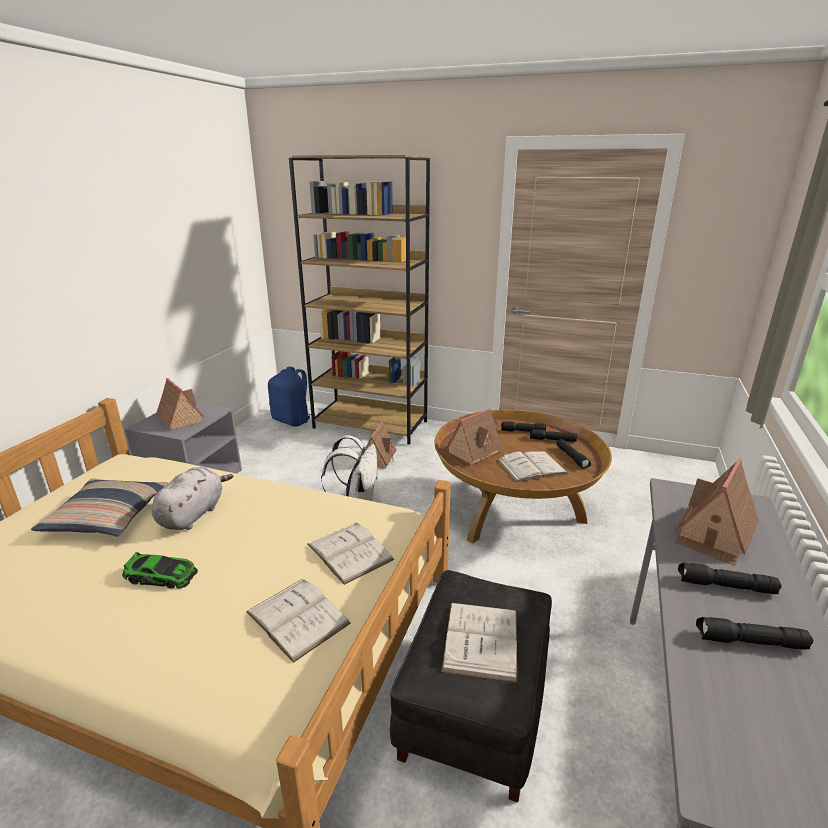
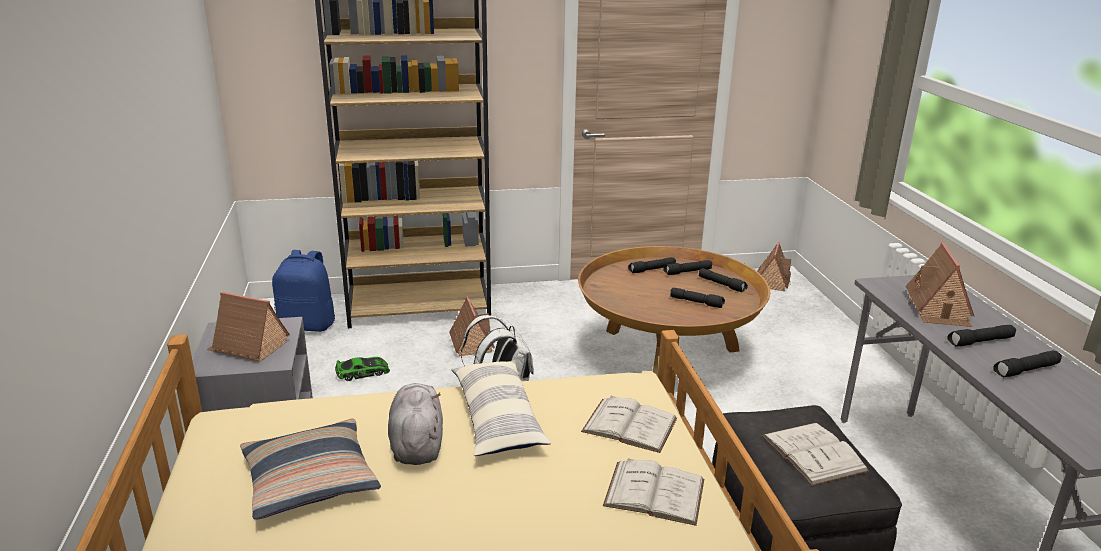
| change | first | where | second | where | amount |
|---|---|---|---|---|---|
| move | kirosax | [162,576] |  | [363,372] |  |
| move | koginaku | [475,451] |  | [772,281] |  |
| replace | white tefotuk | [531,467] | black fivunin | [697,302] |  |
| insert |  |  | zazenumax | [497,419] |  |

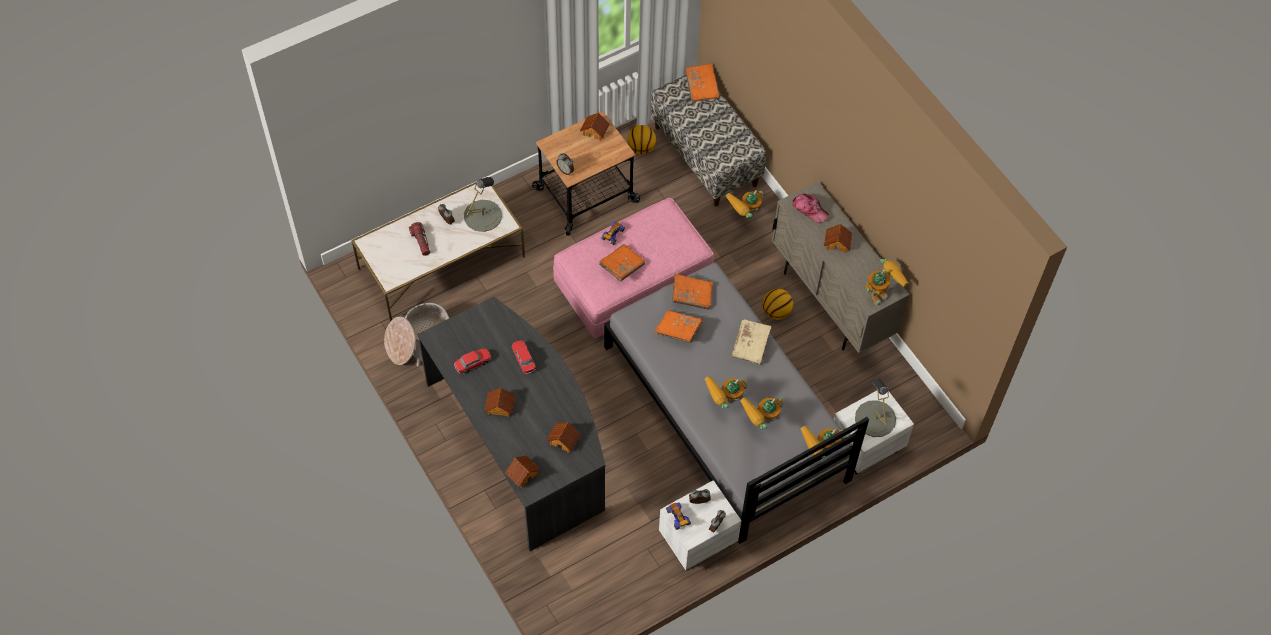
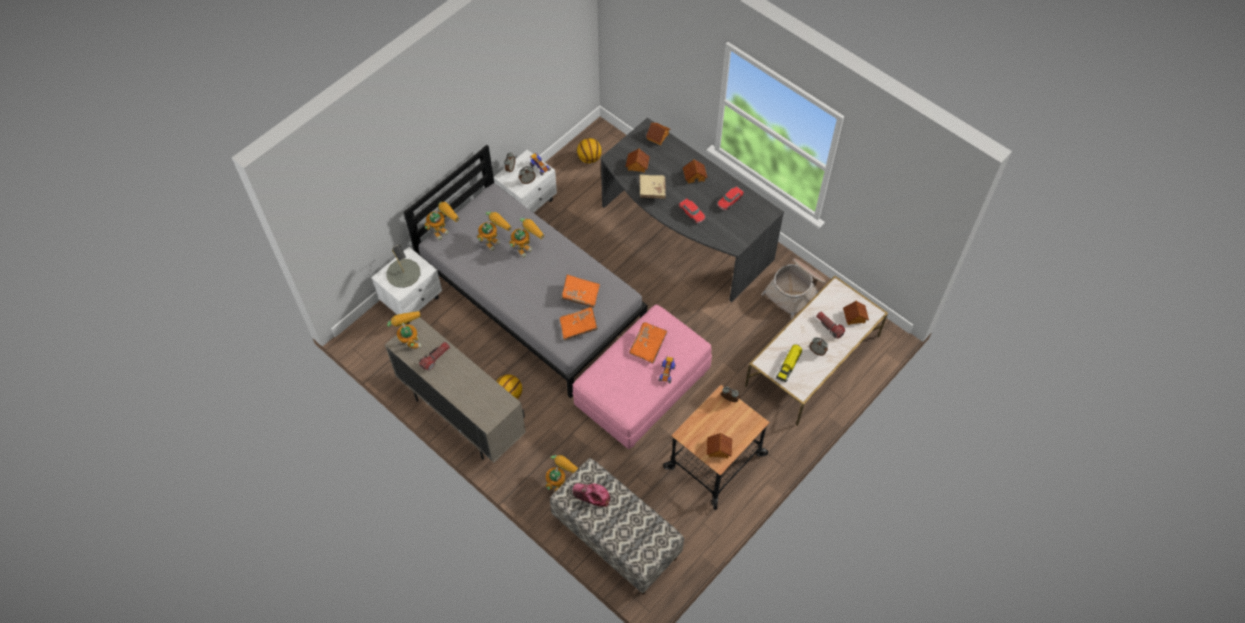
| change | first | where | second | where | amount |
|---|---|---|---|---|---|
| replace | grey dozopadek | [482,215] | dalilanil | [789,365] |  |
| move | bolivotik | [641,148] |  | [589,158] |  |
| delete | orange tefotuk | [702,87] |  |  |  |
| move | beige tefotuk | [751,345] |  | [652,190] |  |
| move | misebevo | [809,209] |  | [591,495] |  |
| move | koginaku | [837,242] |  | [854,317] |  |
| rotate | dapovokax | [881,292] |  | [409,340] | 120 degrees clockwise |
| insert |  |  | fivunin | [435,358] |  |

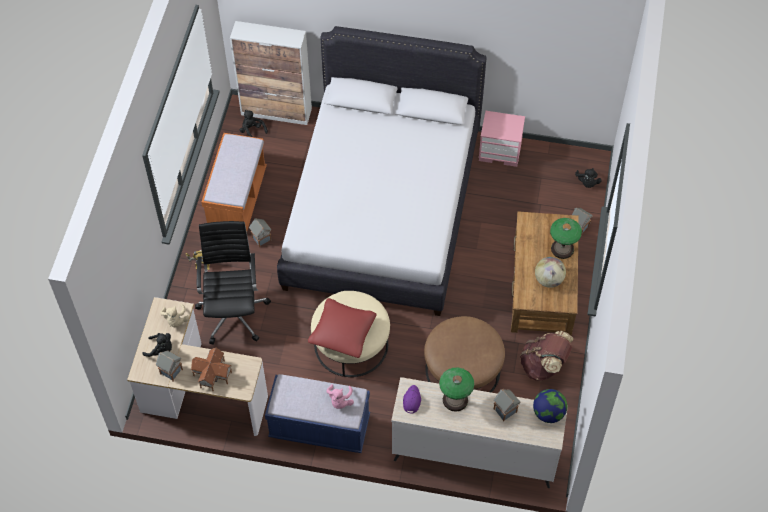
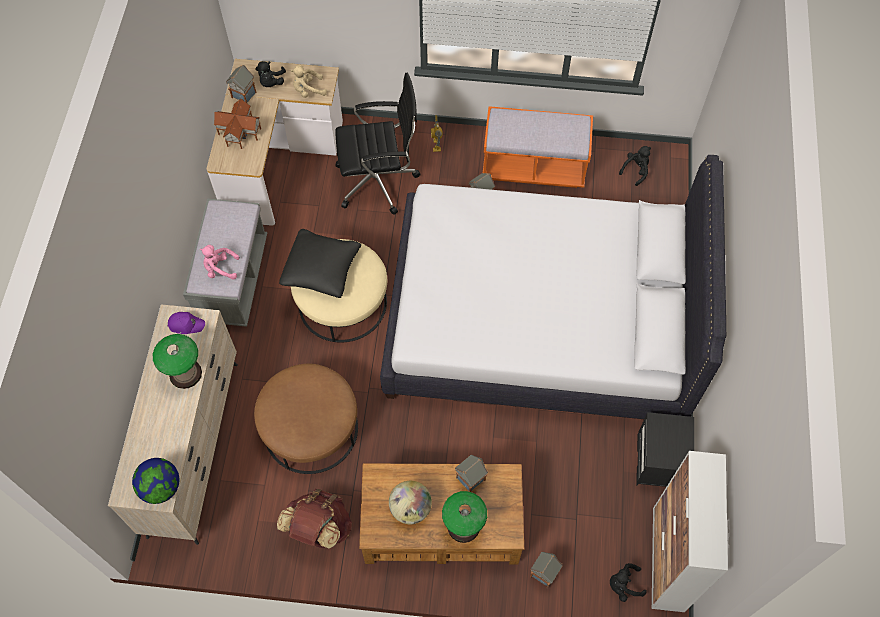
| change | first | where | second | where | amount |
|---|---|---|---|---|---|
| move | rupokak | [276,112] |  | [668,559] |  |
| recolor | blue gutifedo | [319,427] | grey gutifedo | [233,280] |  |
| recolor | red zazenumax | [343,332] | black zazenumax | [321,269] |  |
| recolor | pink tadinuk | [500,151] | black tadinuk | [659,462] |  |
| move | koginaku | [505,411] |  | [470,479] |  |

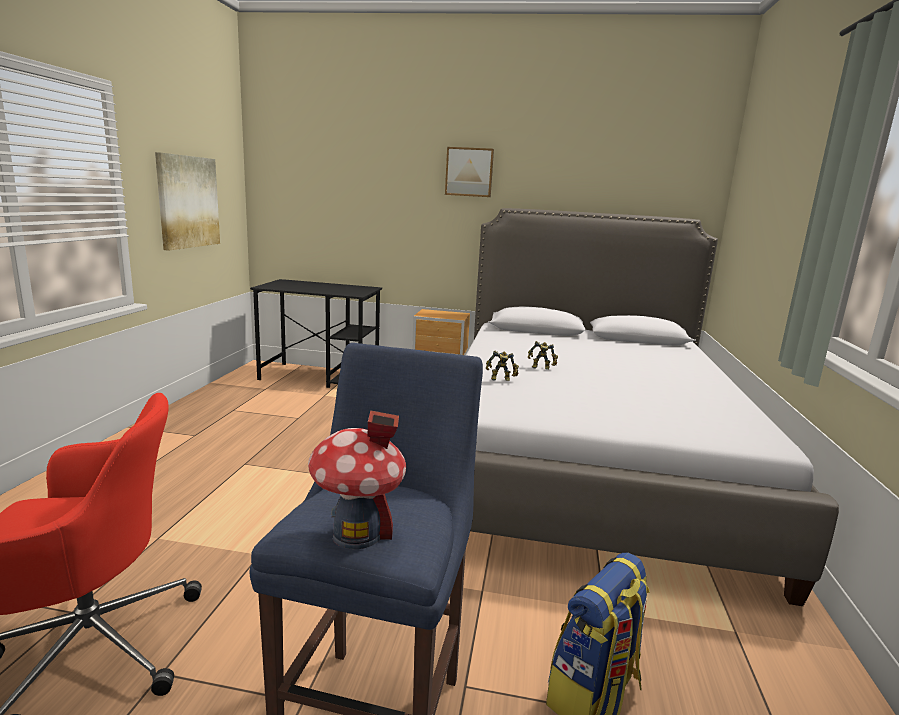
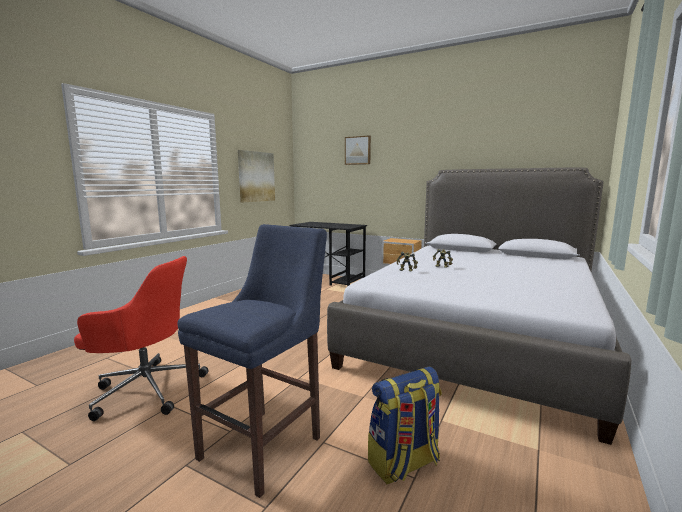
| change | first | where | second | where | amount |
|---|---|---|---|---|---|
| delete | koginaku | [357,534] |  |  |  |
| move | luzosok | [469,172] |  | [358,150] |  |

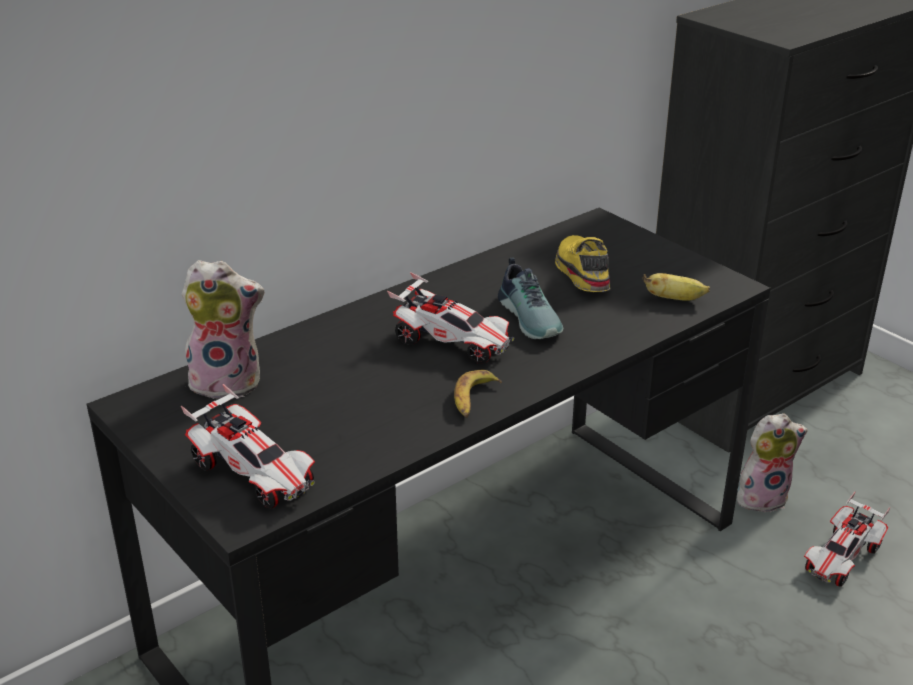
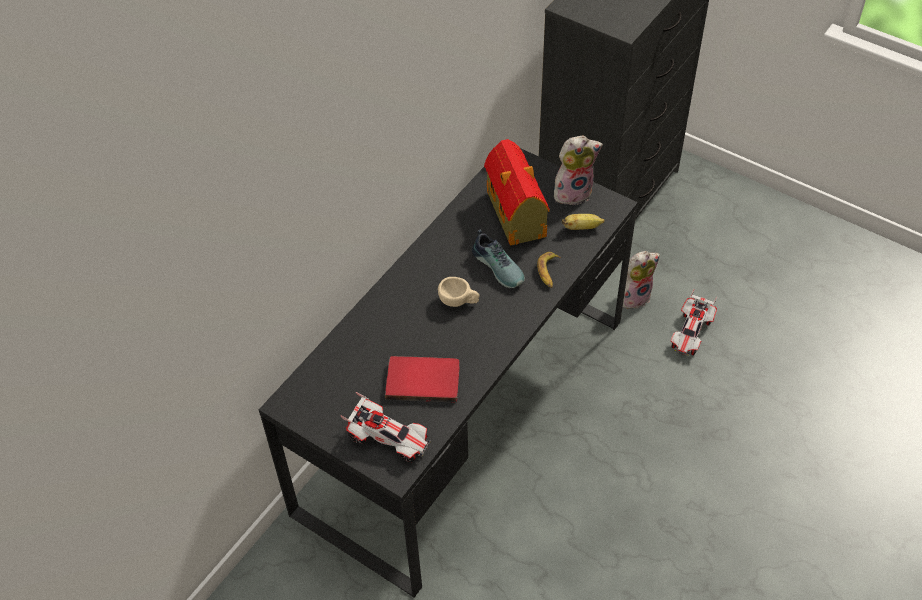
| change | first | where | second | where | amount |
|---|---|---|---|---|---|
| move | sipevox | [228,382] |  | [573,192] |  |
| replace | kirosax | [452,342] | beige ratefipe | [459,301] |  |
| move | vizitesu | [474,399] |  | [548,272] |  |
| replace | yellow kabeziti | [581,273] | koginaku | [516,215] |  |
| insert |  |  | red tefotuk | [423,379] |  |

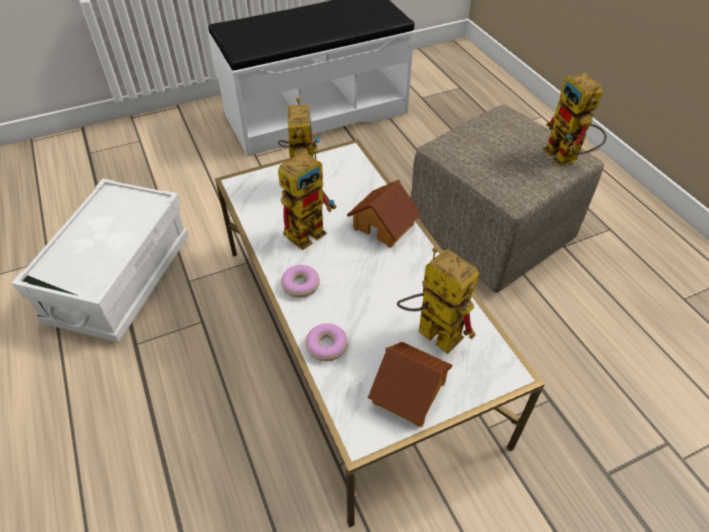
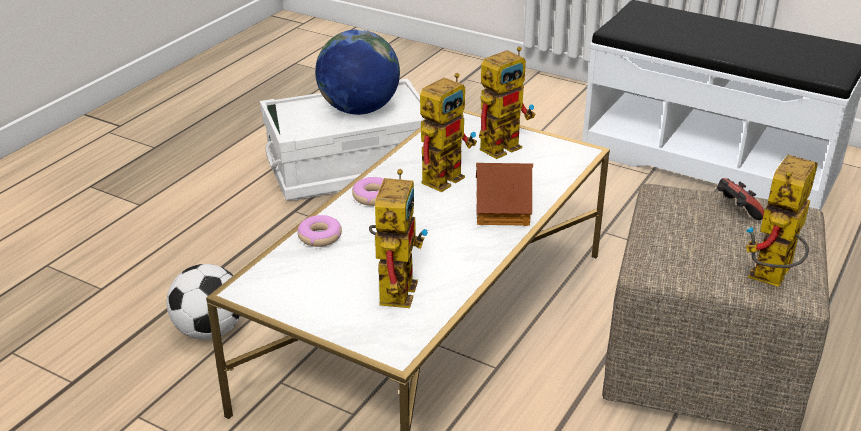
| change | first | where | second | where | amount |
|---|---|---|---|---|---|
| rotate | dapovokax | [310,229] |  | [445,175] | 60 degrees counterclockwise |
| delete | koginaku | [410,392] |  |  |  |
| insert |  |  | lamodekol | [210,330] |  |
| insert |  |  | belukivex | [359,110] |  |
| insert |  |  | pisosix | [736,211] |  |

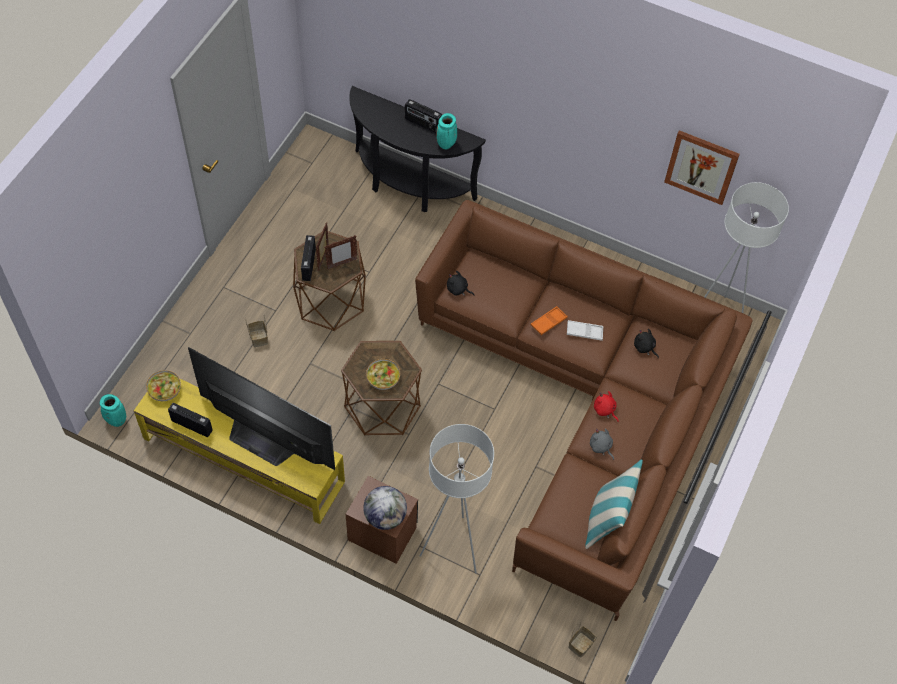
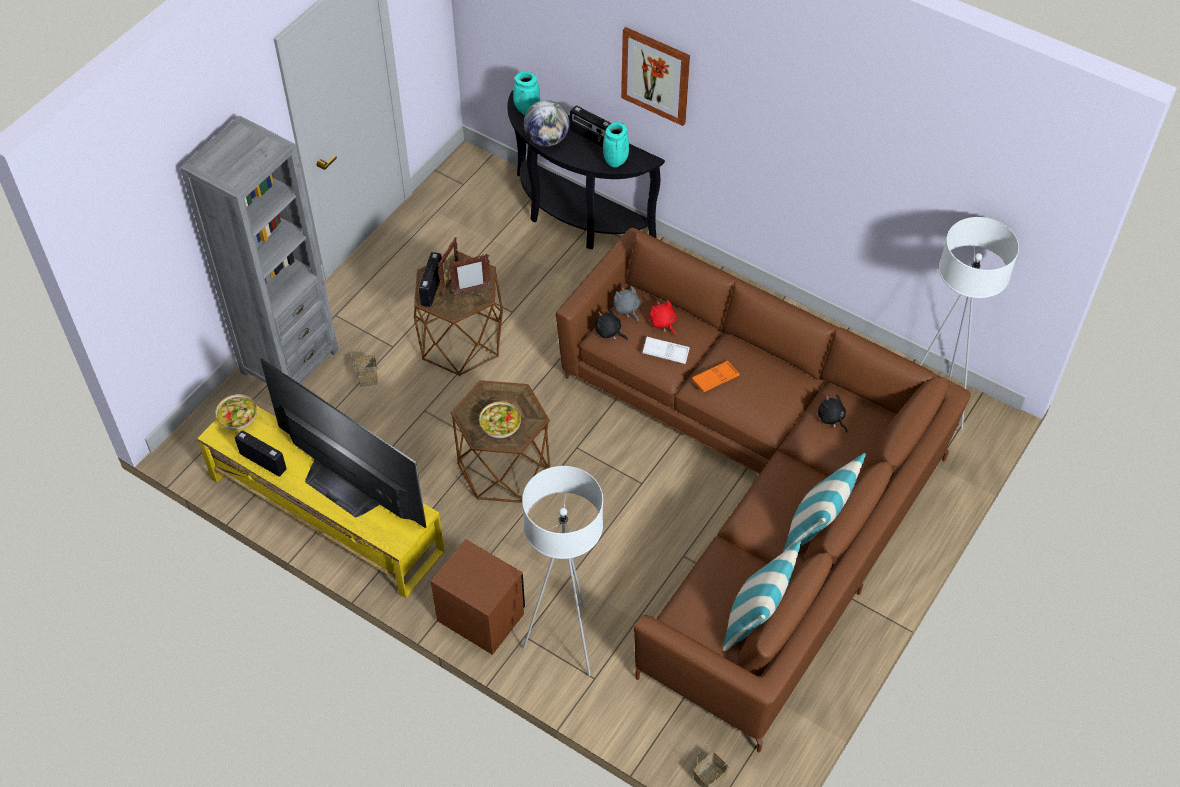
| change | first | where | second | where | amount |
|---|---|---|---|---|---|
| move | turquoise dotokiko | [116,420] |  | [526,110] |  |
| move | belukivex | [385,516] |  | [547,139] |  |
| move | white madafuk | [584,332] |  | [665,352] |  |
| move | grey sipevox | [601,447] |  | [627,309] |  |
| move | red sipevox | [605,410] |  | [663,323] |  |
| move | luzosok | [701,166] |  | [656,75] |  |
| insert |  |  | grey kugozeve | [289,361] |  |
| insert |  |  | zazenumax | [817,527] |  |

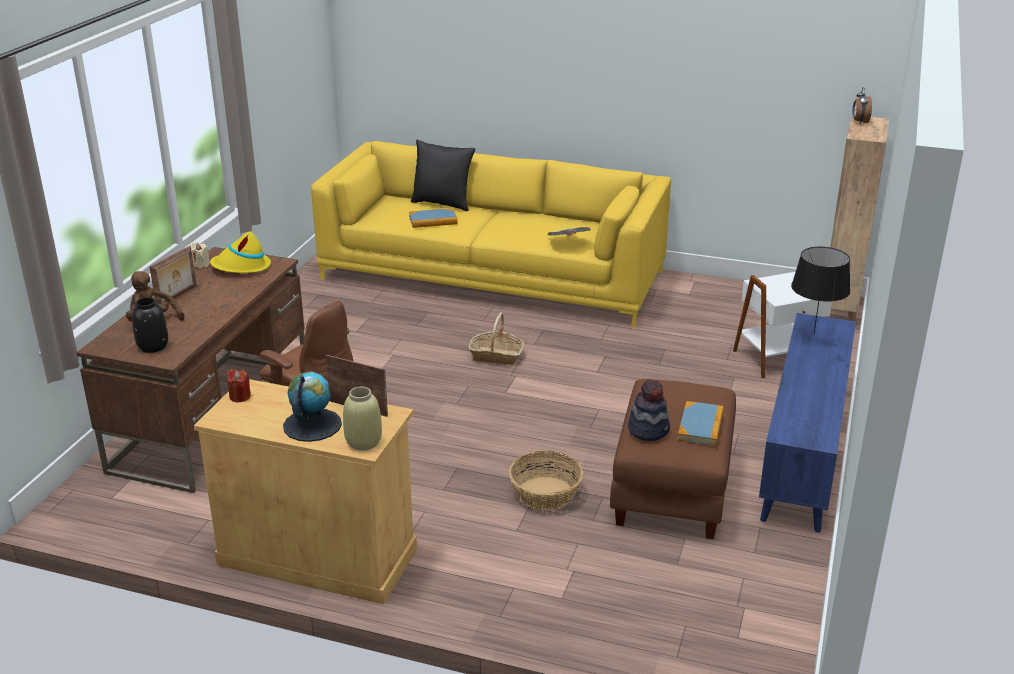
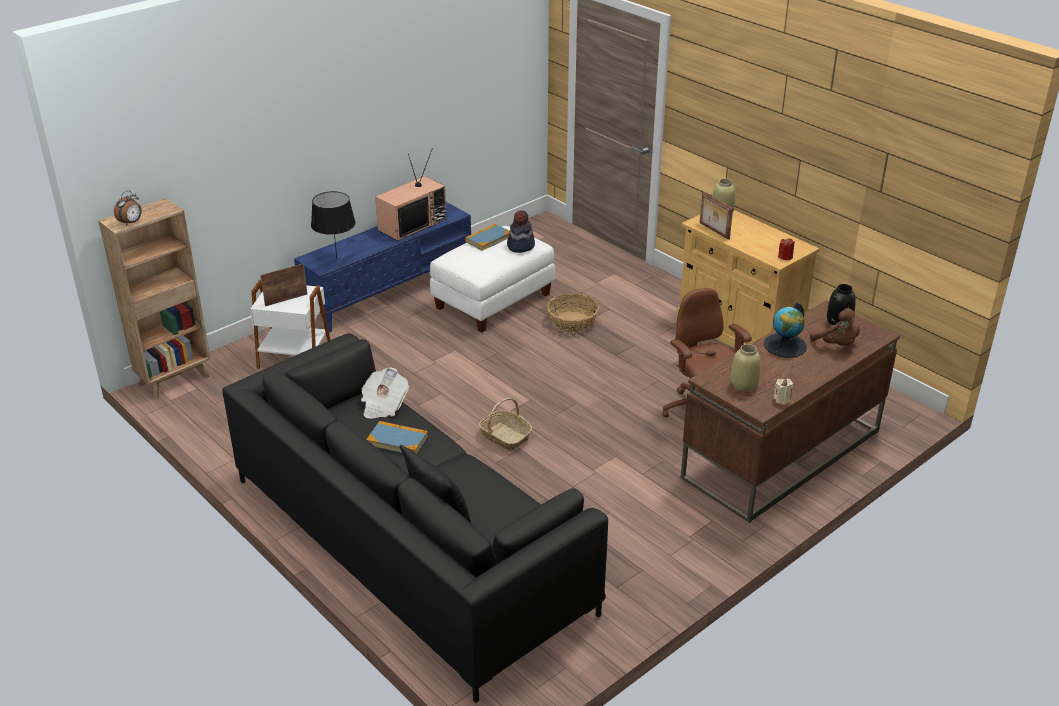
| change | first | where | second | where | amount |
|---|---|---|---|---|---|
| move | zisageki | [177,296] |  | [286,299] |  |
| replace | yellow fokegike | [241,267] | beige dotokiko | [744,385] |  |
| move | belukivex | [312,425] |  | [785,345] |  |
| recolor | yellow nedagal | [492,275] | black nedagal | [409,543] |  |
| move | tefotuk | [433,220] |  | [397,440] |  |
| recolor | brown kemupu | [673,489] | white kemupu | [493,300] |  |
| insert |  |  | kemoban | [412,224] |  |

